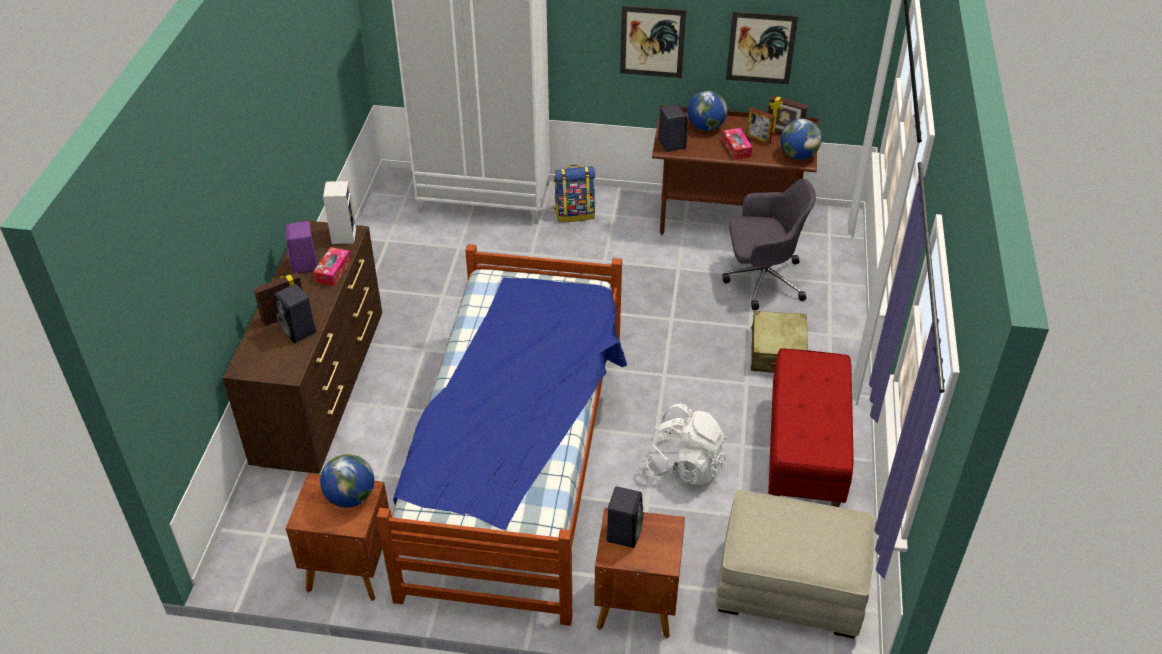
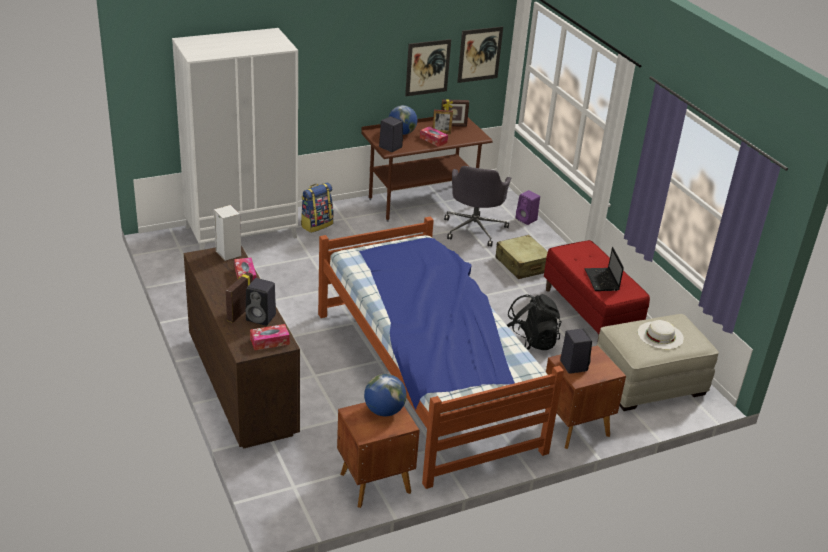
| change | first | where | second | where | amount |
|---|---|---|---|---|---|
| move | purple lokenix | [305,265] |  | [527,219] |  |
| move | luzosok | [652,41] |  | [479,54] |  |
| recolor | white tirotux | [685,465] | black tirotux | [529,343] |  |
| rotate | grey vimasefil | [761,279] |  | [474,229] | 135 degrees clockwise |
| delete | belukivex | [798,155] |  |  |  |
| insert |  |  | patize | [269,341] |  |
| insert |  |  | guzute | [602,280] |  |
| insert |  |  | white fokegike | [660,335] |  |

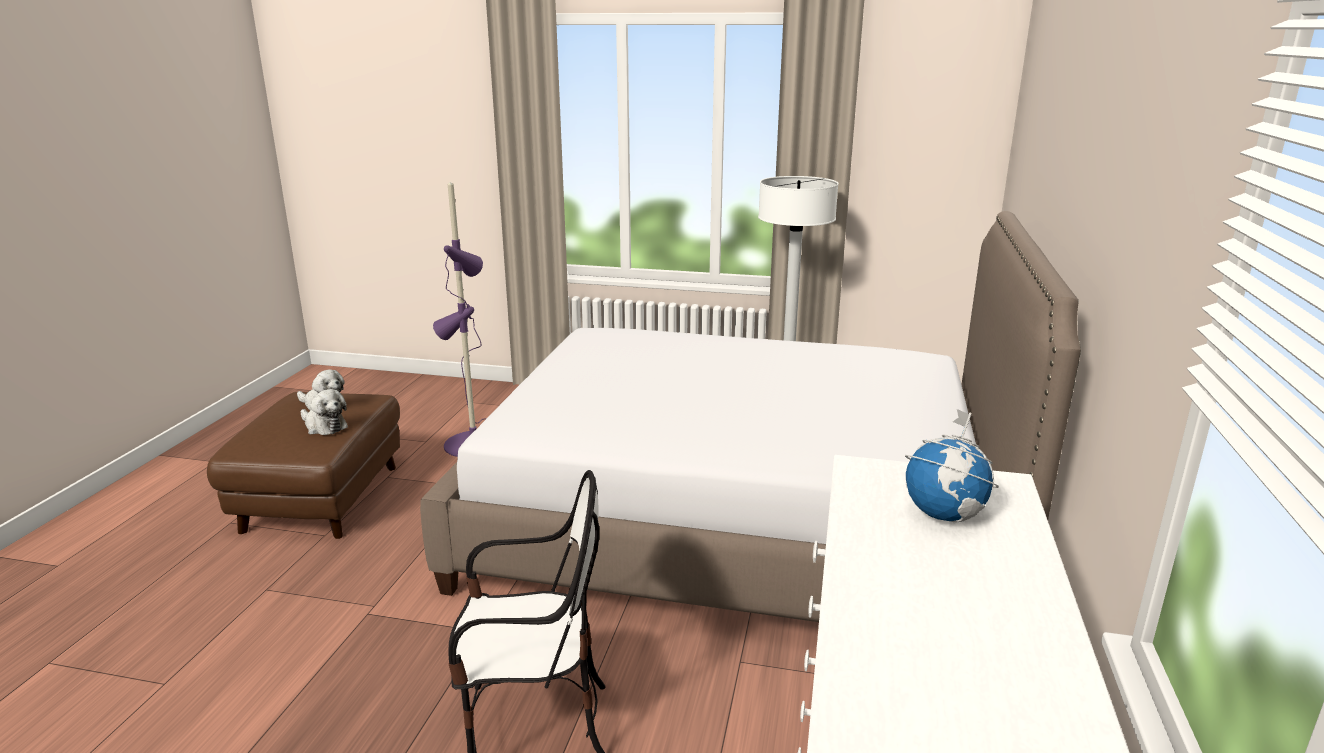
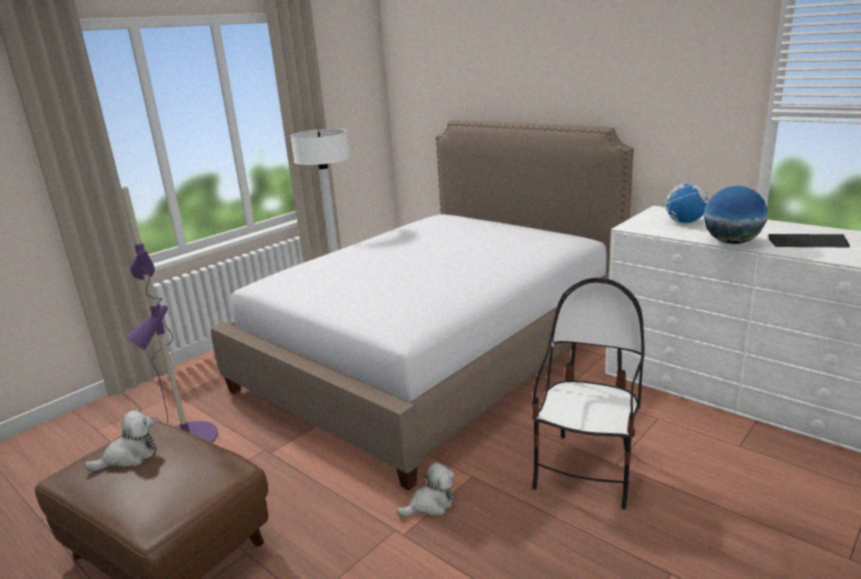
| change | first | where | second | where | amount |
|---|---|---|---|---|---|
| move | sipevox | [324,426] |  | [430,504] |  |
| insert |  |  | belukivex | [731,242] |  |
| insert |  |  | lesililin | [808,242] |  |

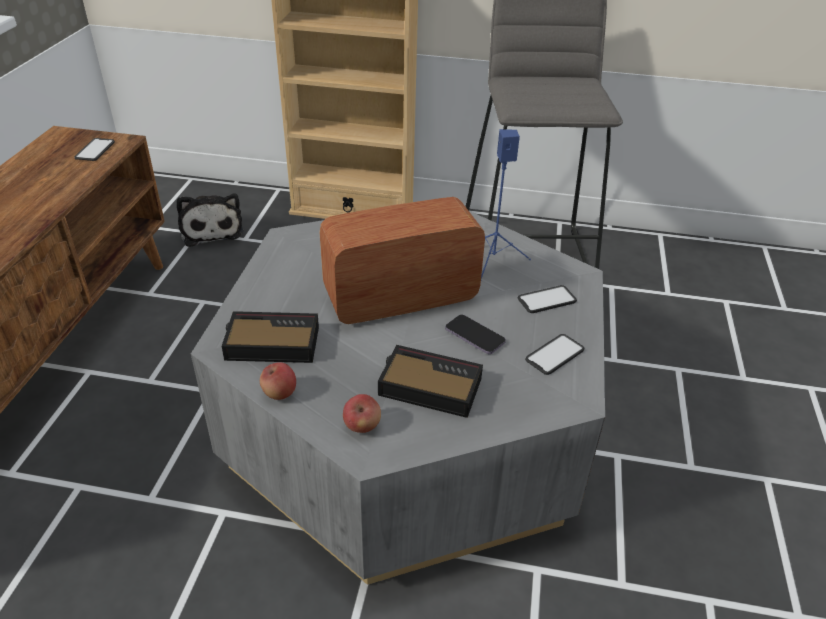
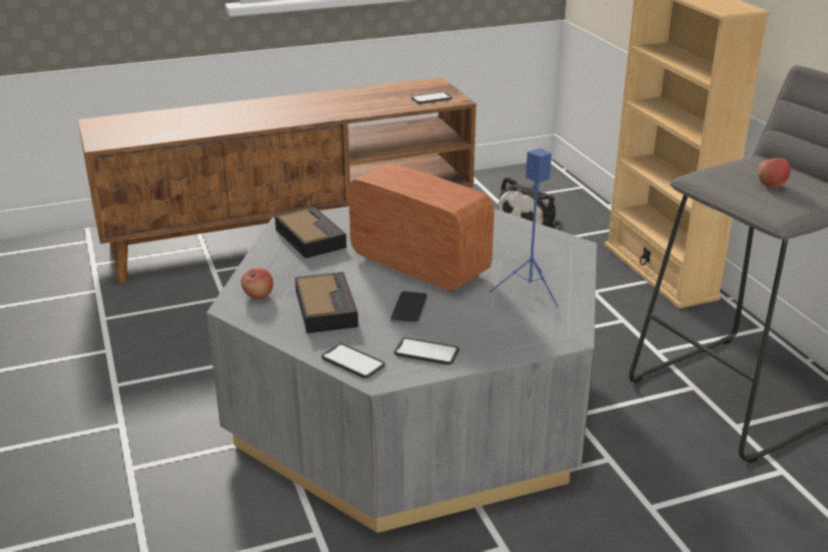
| change | first | where | second | where | amount |
|---|---|---|---|---|---|
| move | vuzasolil | [279,393] |  | [771,185] |  |
| move | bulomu | [546,300] |  | [353,362] |  |

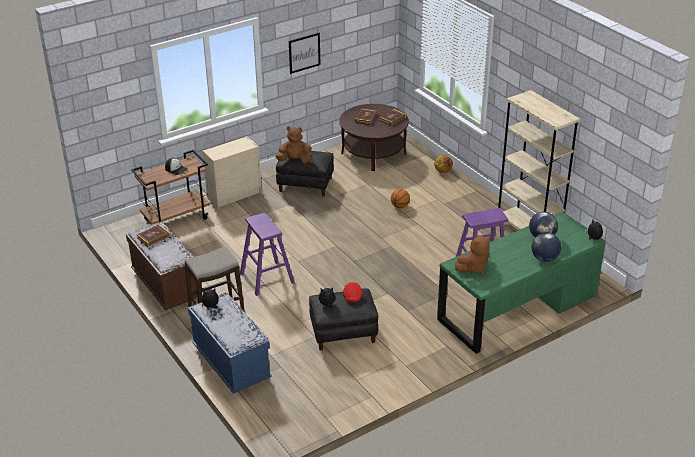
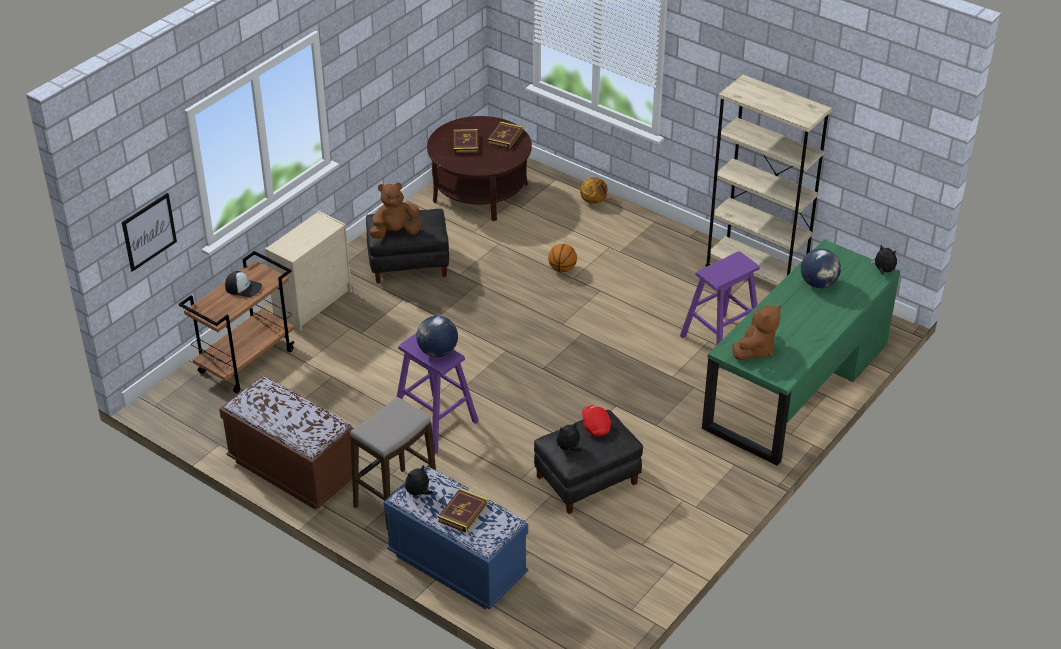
| change | first | where | second | where | amount |
|---|---|---|---|---|---|
| move | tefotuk | [154,237] |  | [463,512] |  |
| move | luzosok | [304,53] |  | [149,231] |  |
| move | belukivex | [544,259] |  | [437,352] |  |

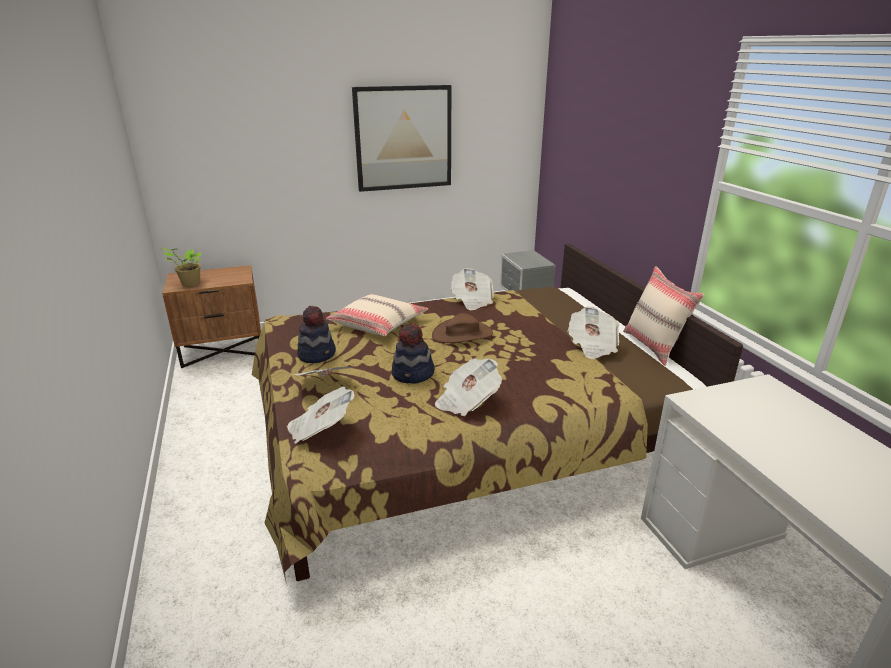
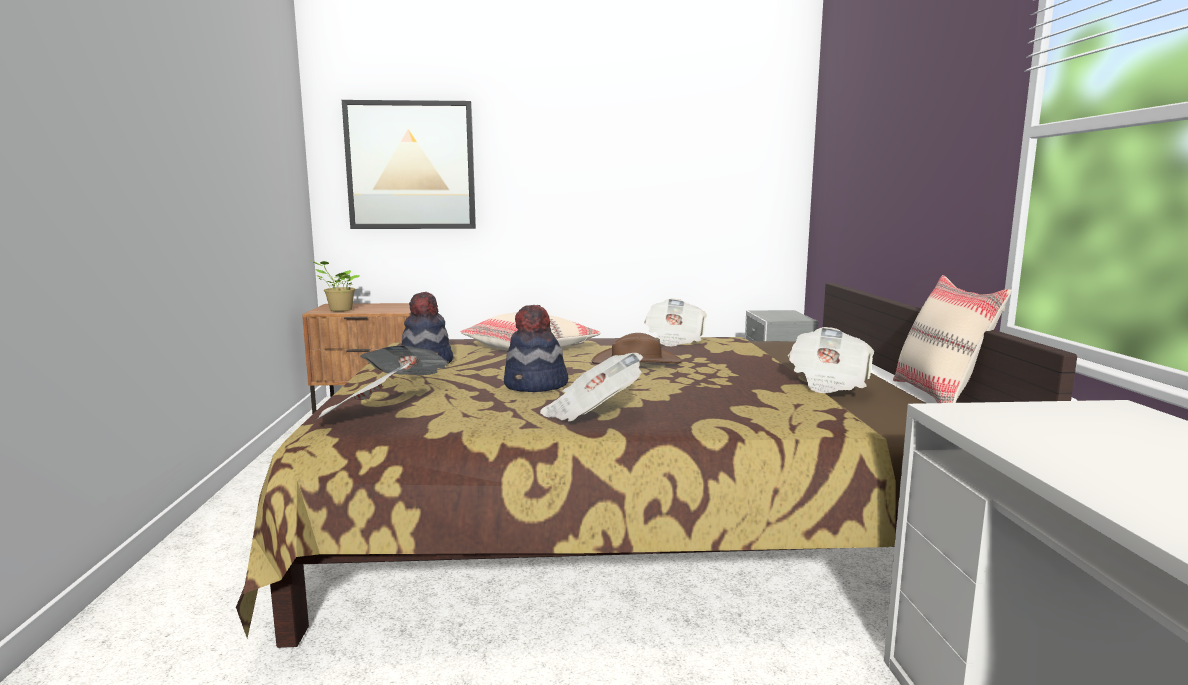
| change | first | where | second | where | amount |
|---|---|---|---|---|---|
| move | luzosok | [403,138] |  | [411,166] |  |

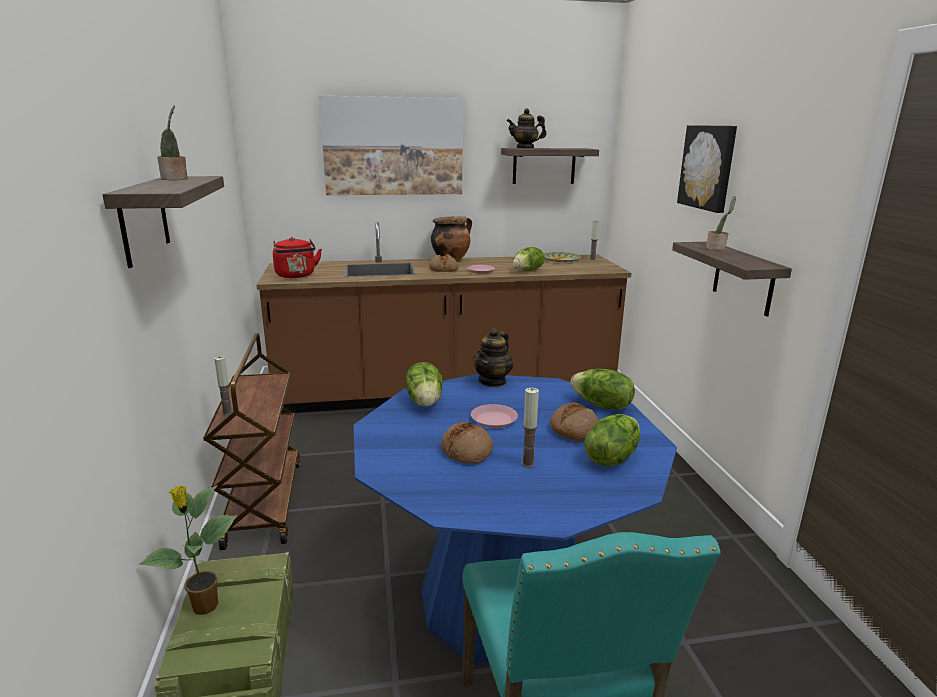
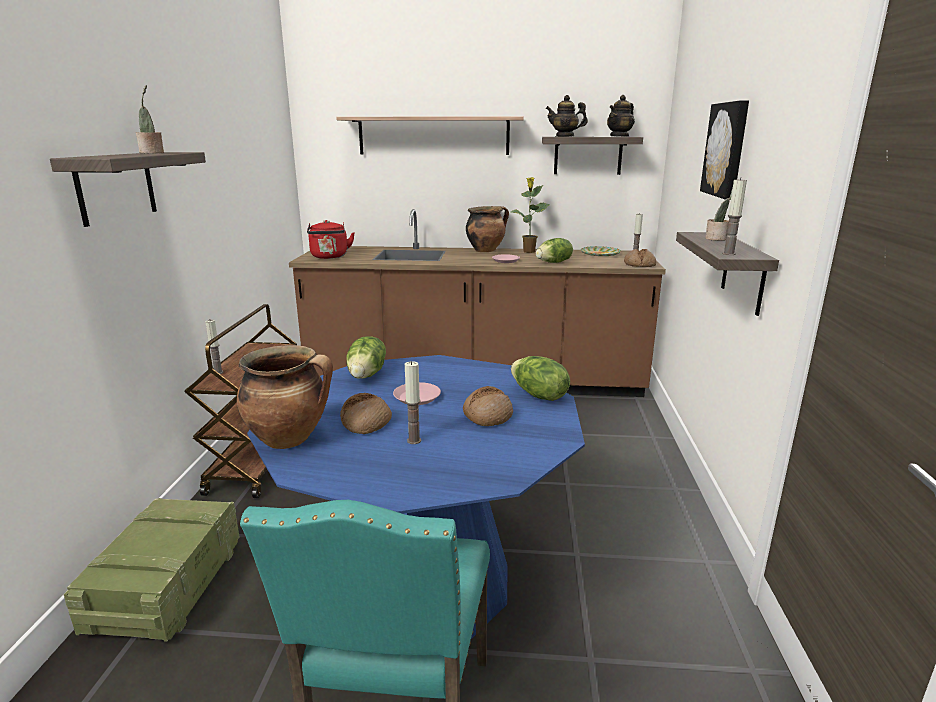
| change | first | where | second | where | amount |
|---|---|---|---|---|---|
| move | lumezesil | [204,607] |  | [529,252] |  |
| replace | luzosok | [393,146] | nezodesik | [433,136] |  |
| move | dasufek | [443,269] |  | [639,264] |  |
| move | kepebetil | [493,381] |  | [620,136] |  |
| delete | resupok | [611,457] |  |  |  |
| insert |  |  | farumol | [290,439] |  |
| insert |  |  | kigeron | [728,253] |  |

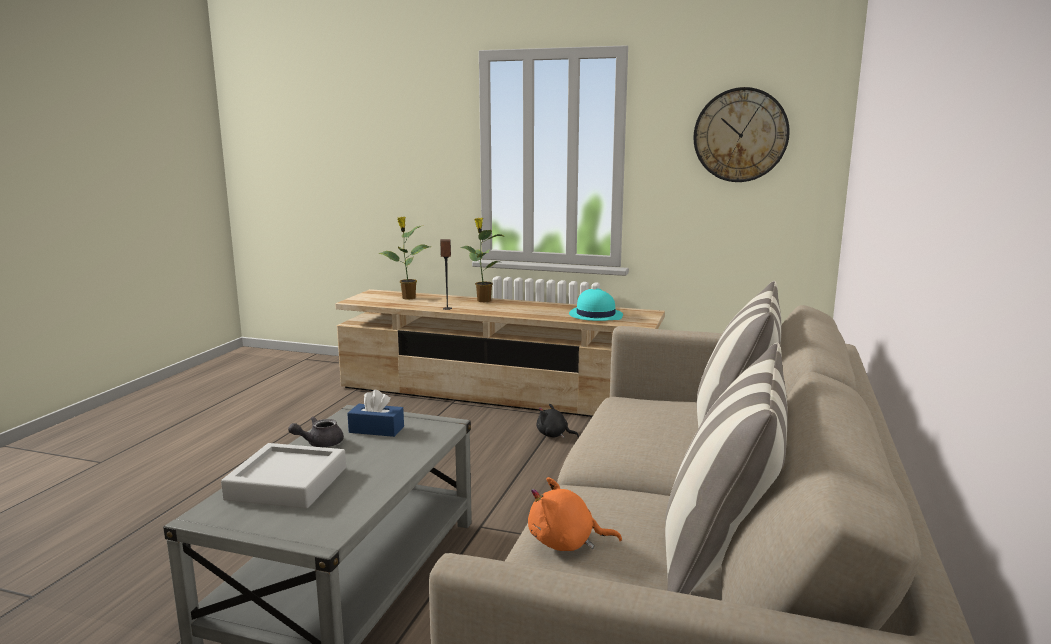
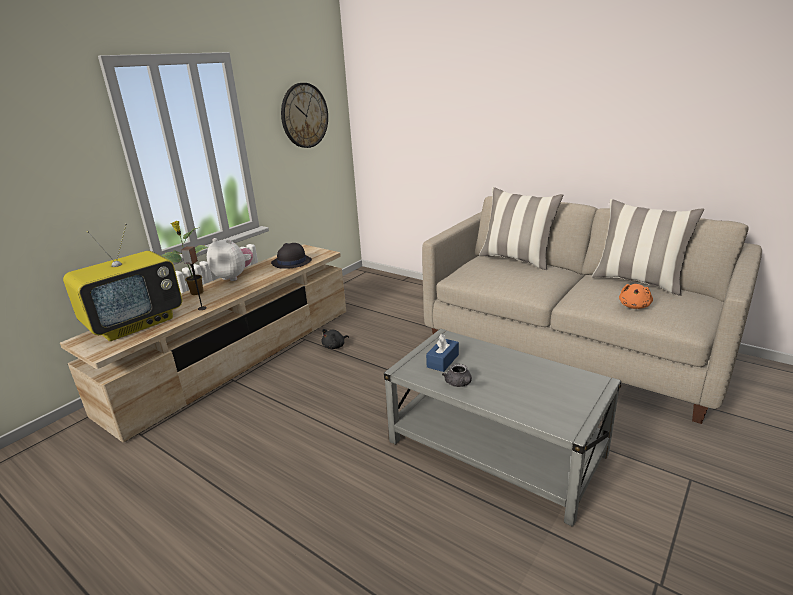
| change | first | where | second | where | amount |
|---|---|---|---|---|---|
| delete | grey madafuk | [287,483] |  |  |  |
| replace | lumezesil | [408,298] | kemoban | [135,323] |  |
| recolor | turquoise fokegike | [595,315] | black fokegike | [291,262] |  |
| insert |  |  | sipevox | [234,277] |  |

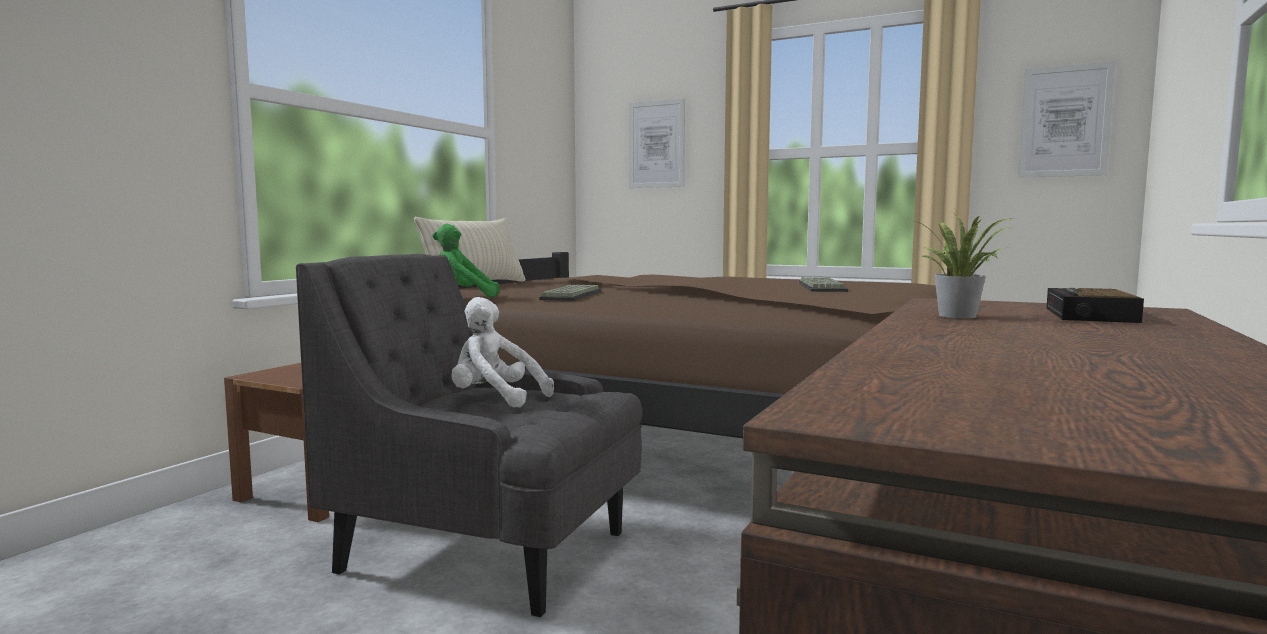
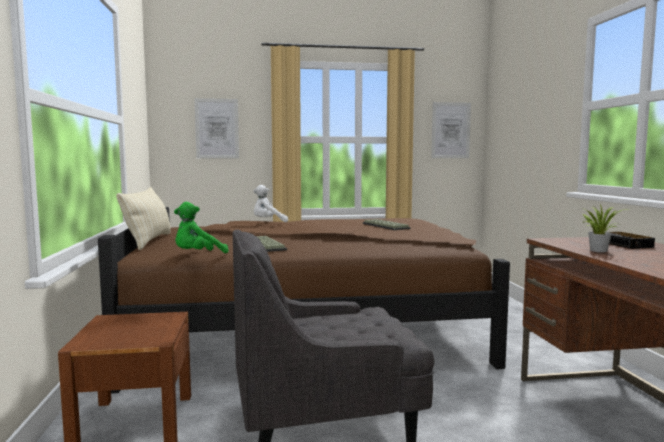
| change | first | where | second | where | amount |
|---|---|---|---|---|---|
| move | white sipevox | [495,400] |  | [268,222] |  |

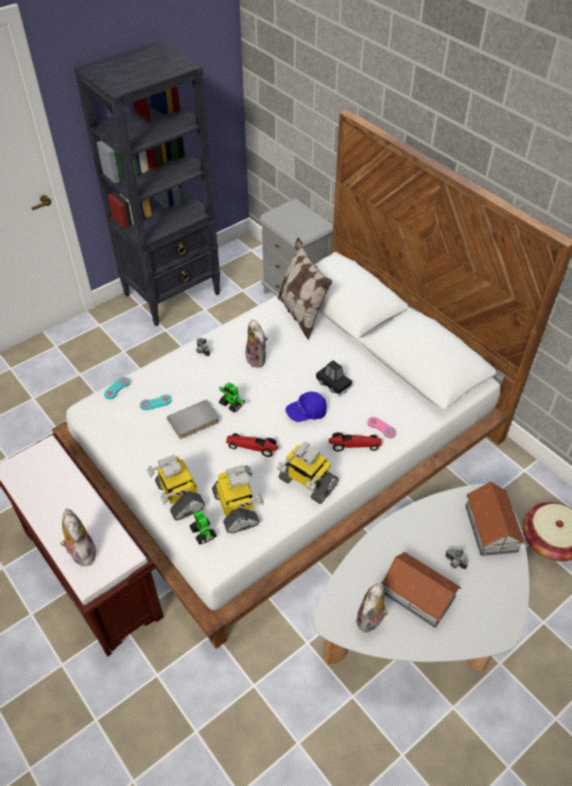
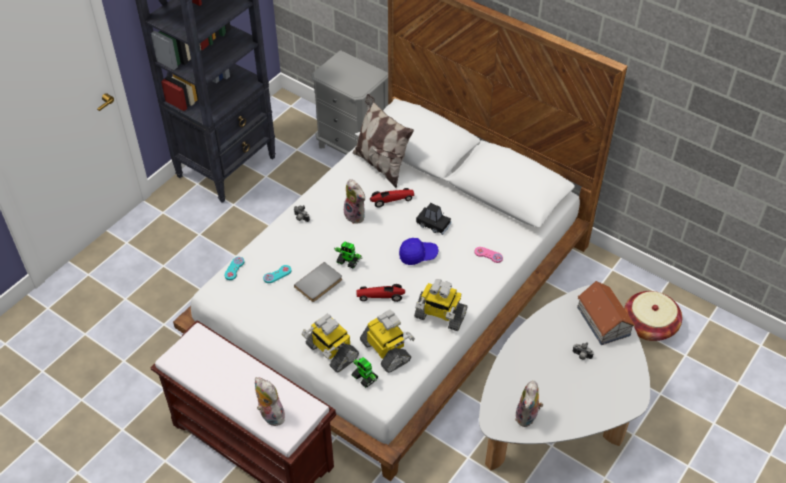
| change | first | where | second | where | amount |
|---|---|---|---|---|---|
| rotate | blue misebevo | [306,412] |  | [418,255] | 150 degrees counterclockwise |
| move | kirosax | [354,445] |  | [391,200] |  |
| delete | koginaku | [417,593] |  |  |  |

